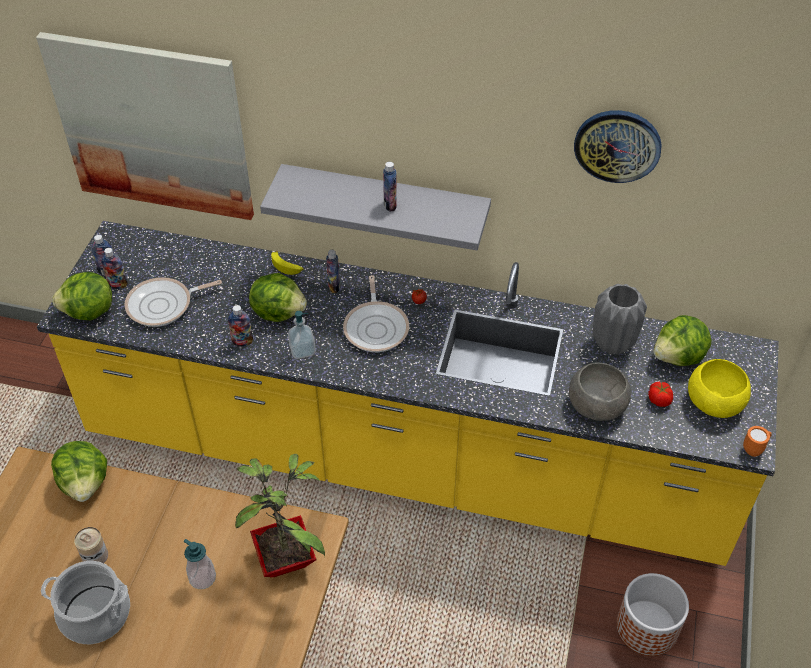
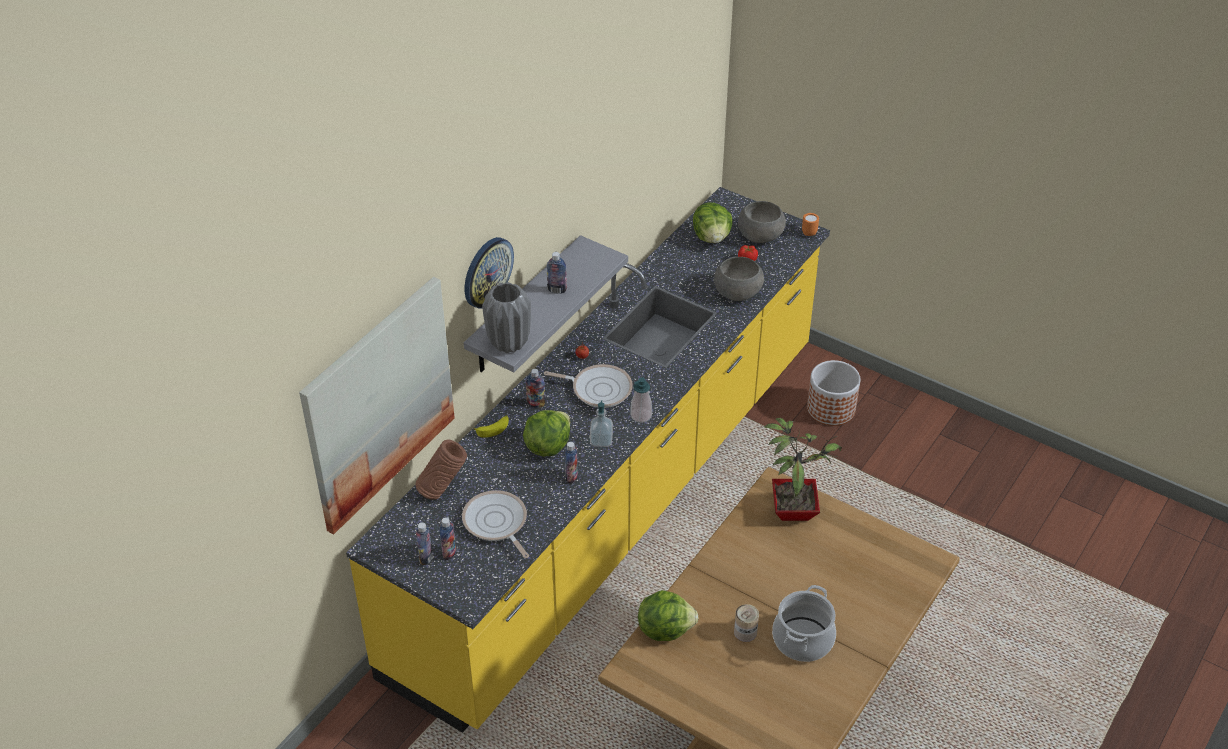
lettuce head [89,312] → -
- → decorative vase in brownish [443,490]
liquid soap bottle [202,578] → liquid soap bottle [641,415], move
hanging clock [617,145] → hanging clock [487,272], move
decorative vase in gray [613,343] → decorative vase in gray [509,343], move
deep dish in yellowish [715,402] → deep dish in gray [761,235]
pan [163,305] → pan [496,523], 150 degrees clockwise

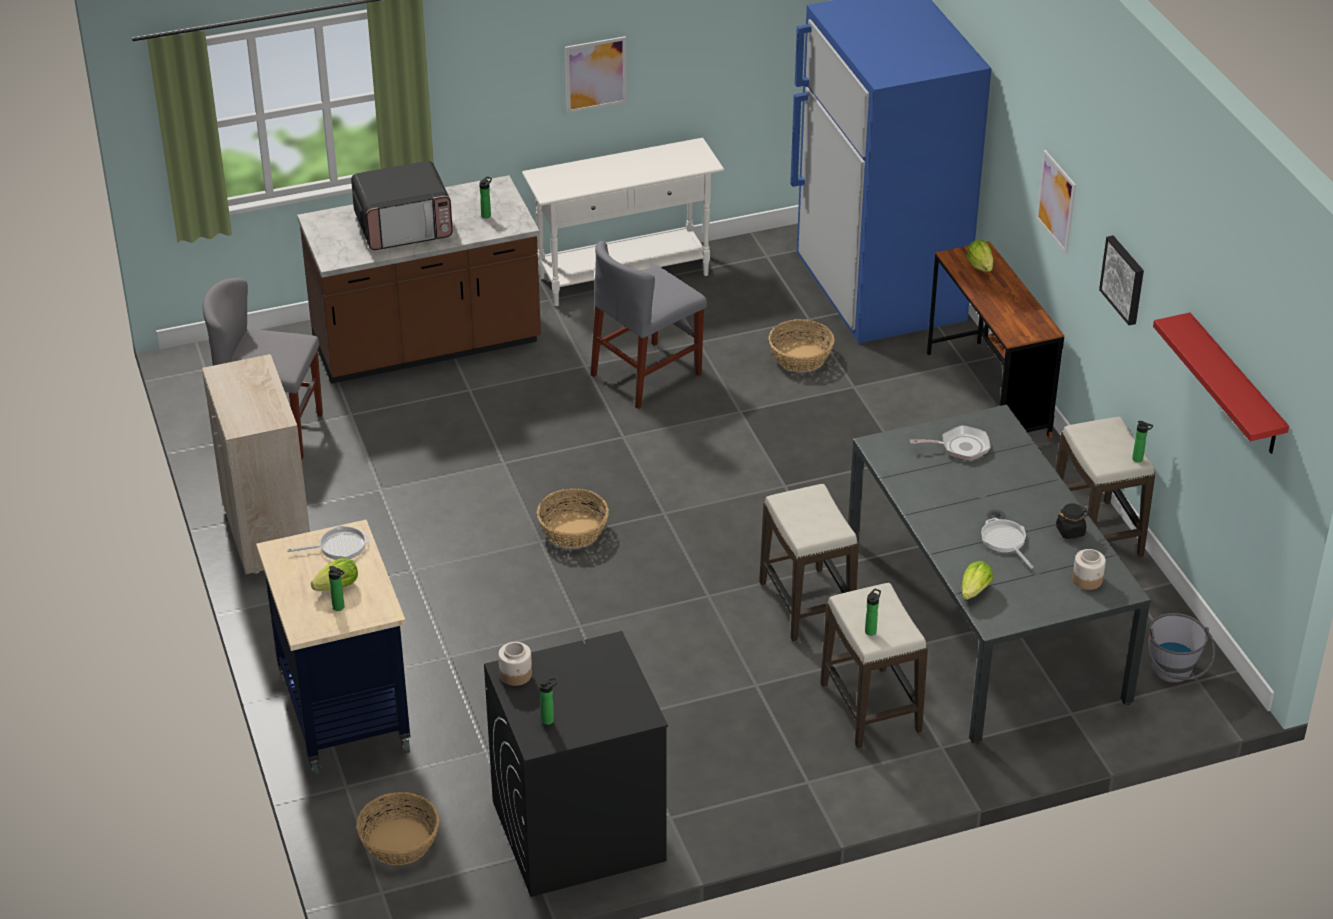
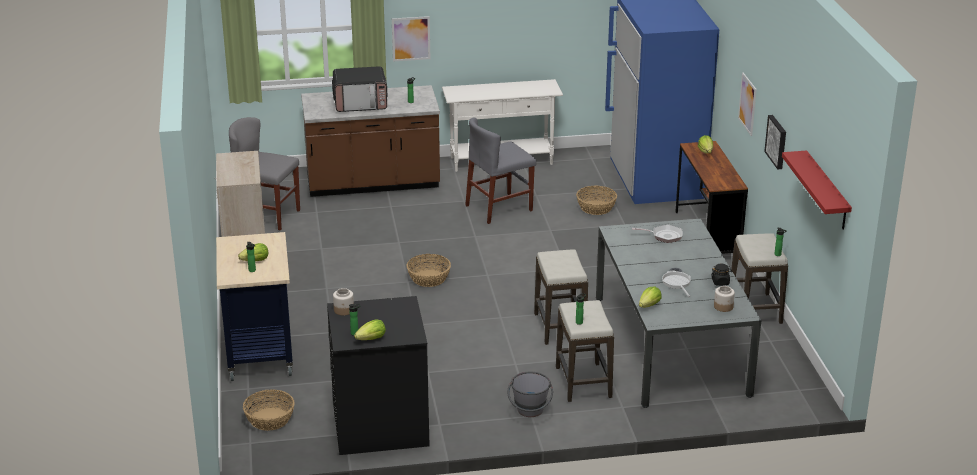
pan [339,546] → -
- → lettuce head [371,339]
wall art [595,74] → wall art [411,38], move
water bucket in gray [1174,675] → water bucket in gray [530,413], move

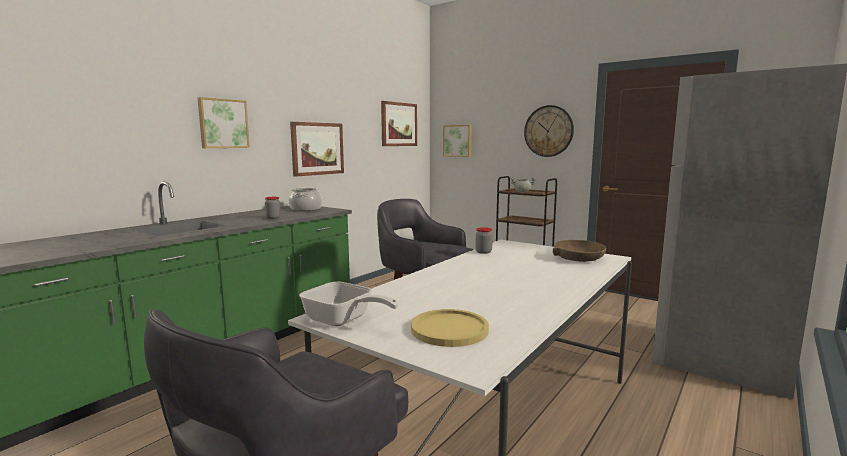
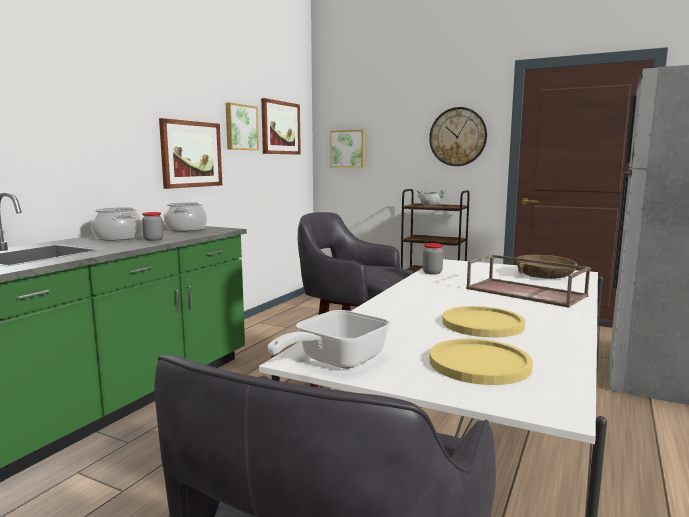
- → stockpot [118,237]
- → dinner plate in yellowish [482,324]
- → serving tray in brownish [527,292]
wall art [223,123] → wall art [240,127], move
pan [343,320] → pan [334,361], 105 degrees clockwise

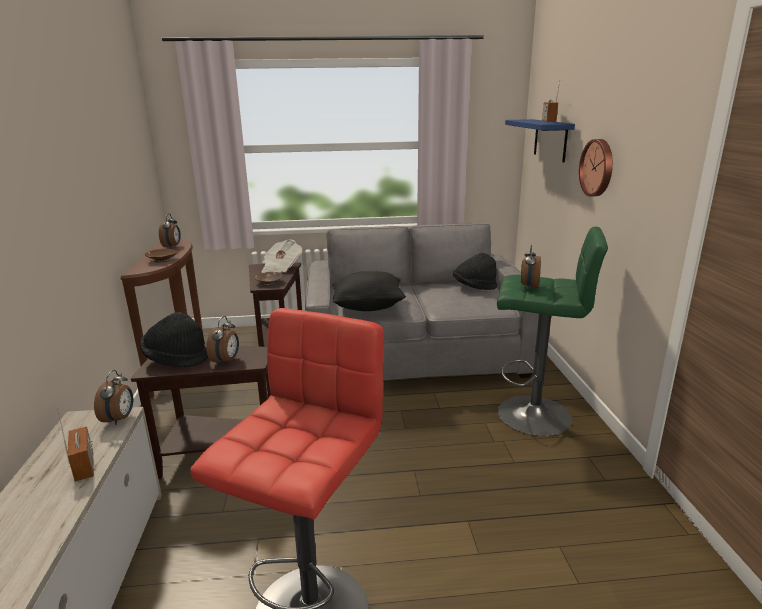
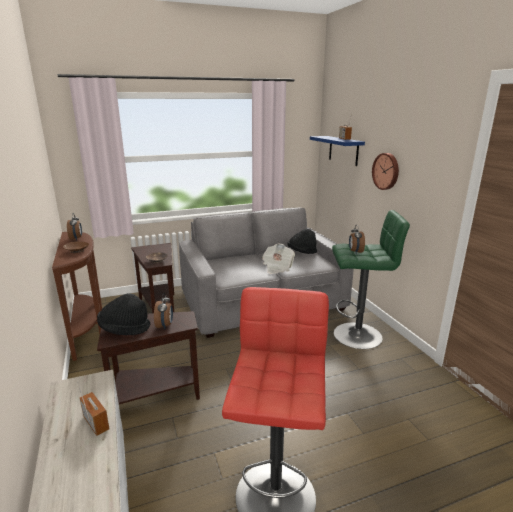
bedside clock [119,419] → -
pillow in black [368,307] → -
daily paper [281,268] → daily paper [277,267], move

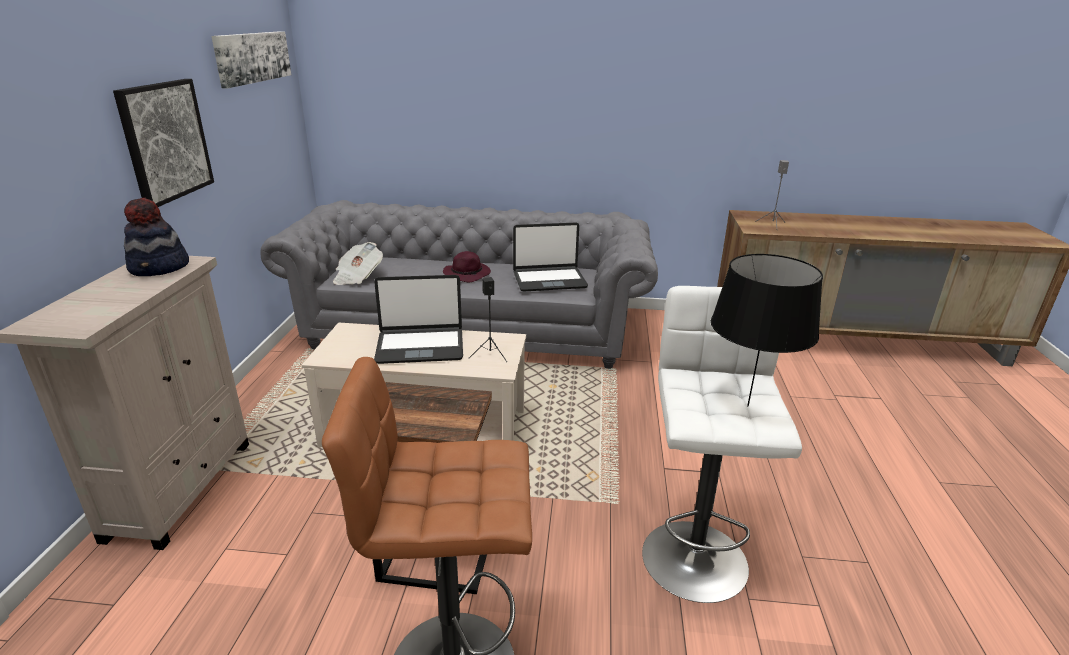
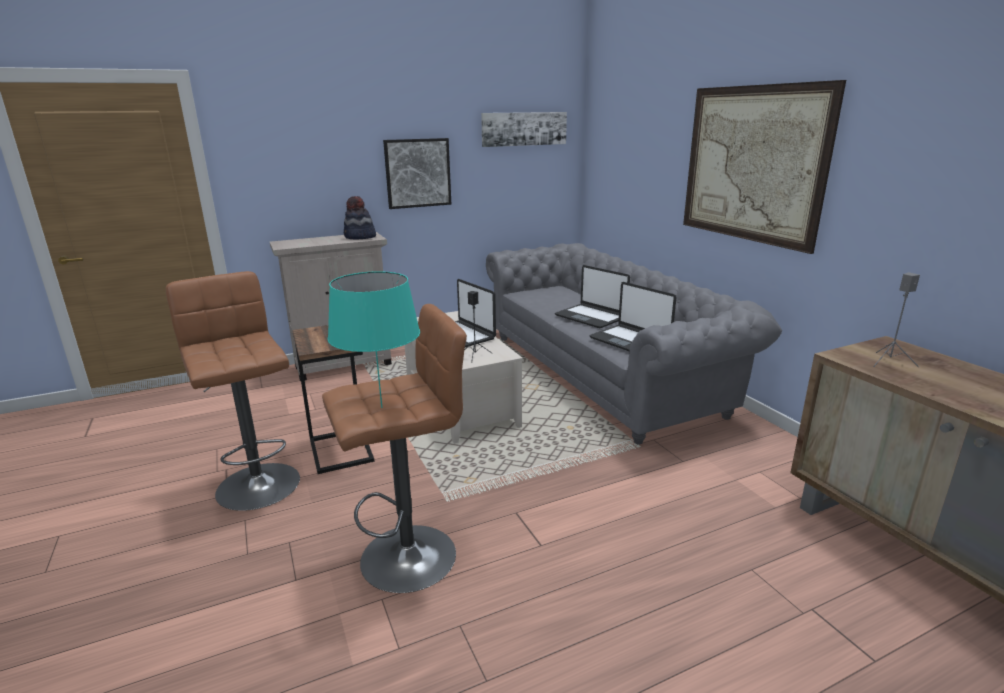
daily paper [357,277] → -
- → wall art [752,164]
clothing hat in purplish [467,274] → portable computer [591,317]
stool seat in white [695,559] → stool seat in brownish [410,558]
tabletop lamp in black [748,406] → tabletop lamp in turquoise-coloured [381,408]

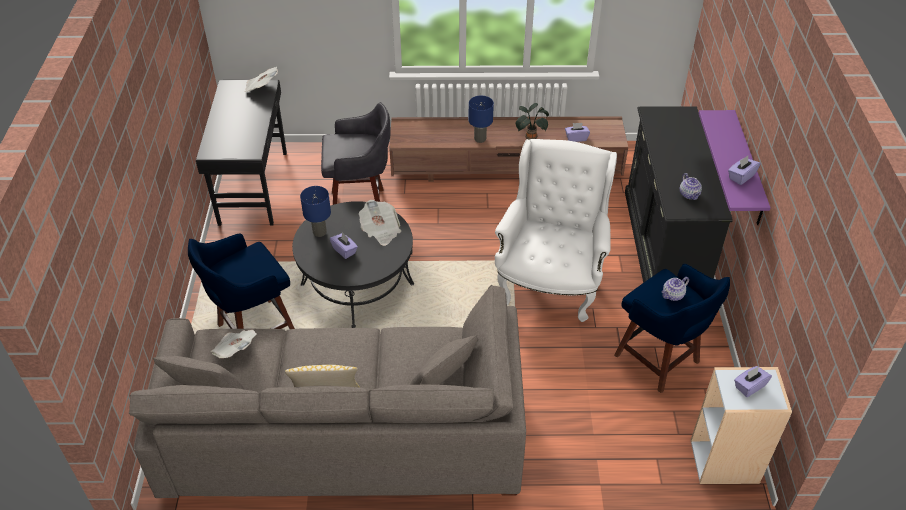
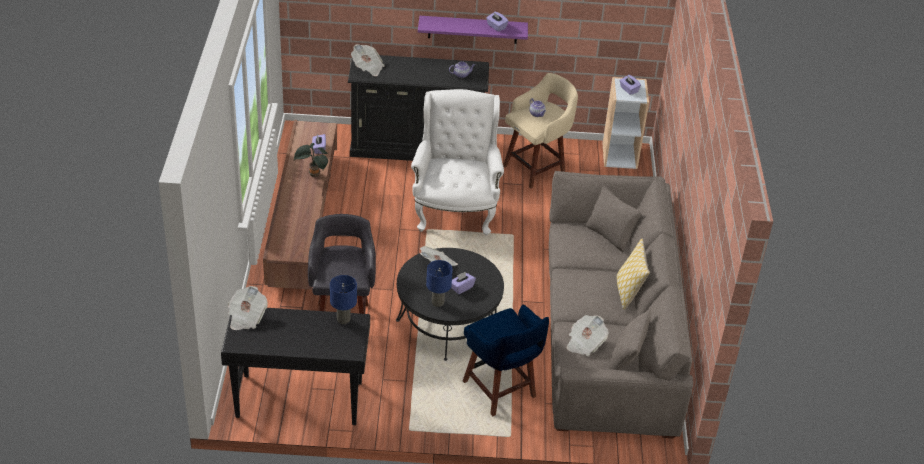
- → daily paper [367,67]
tabletop lamp in blue [479,140] → tabletop lamp in blue [344,320], move
stool seat in blue [659,361] → stool seat in beige-coloured [536,168]
lounge chair in white [550,283] → lounge chair in white [455,211], 75 degrees clockwise

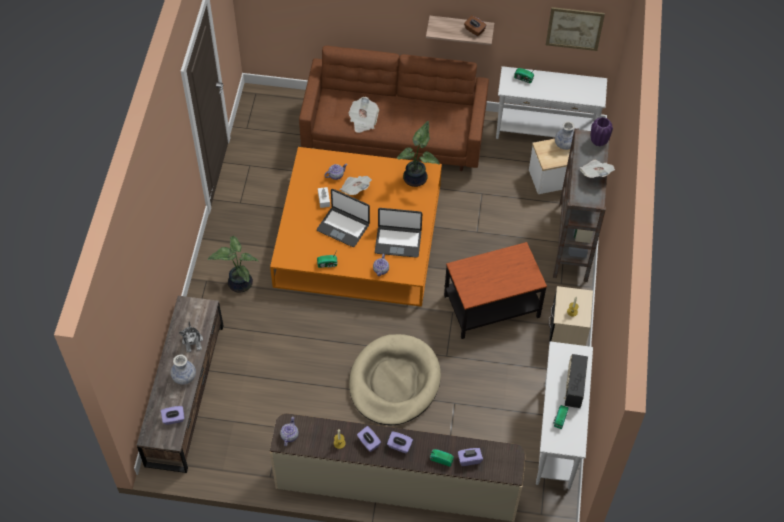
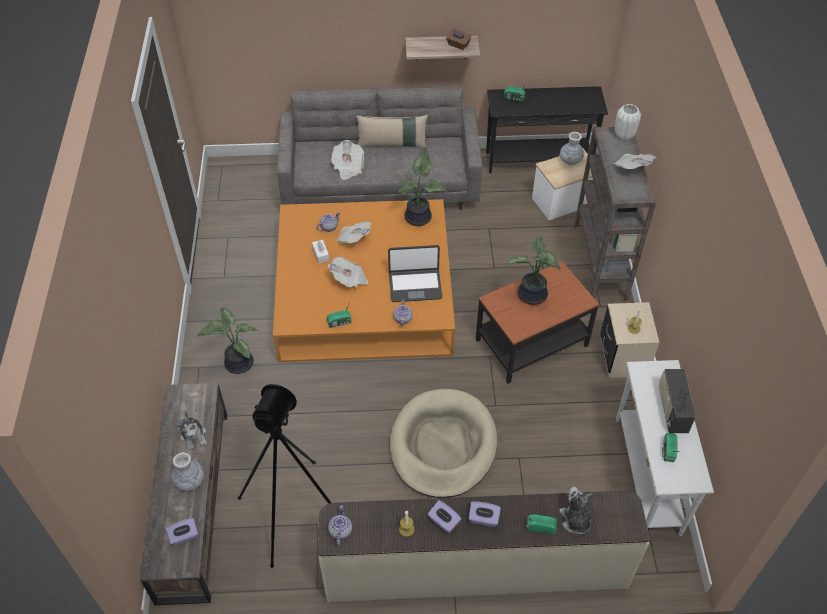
wall art [574,28] → -
- → standard lamp in black [294,513]
- → pillow in beige-coloured [392,144]
- → plant in a pot [531,296]
portable computer [343,227] → daily paper [349,279]
tissue holder in purplish [469,459] → soft toy [575,520]
couch in brownish [395,135] → couch in gray [381,185]
hall table in white [545,133] → hall table in black [539,160]
decorative vase in purplish [598,141] → decorative vase in white [624,135]

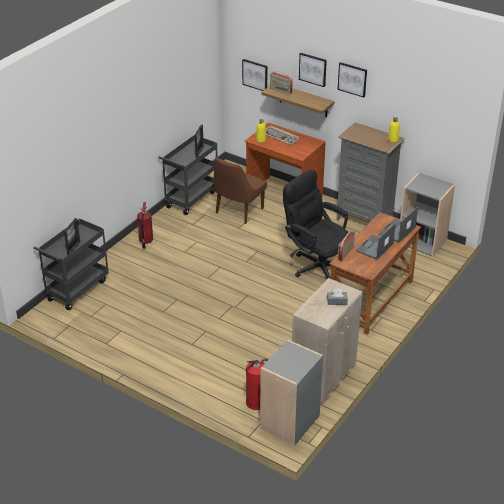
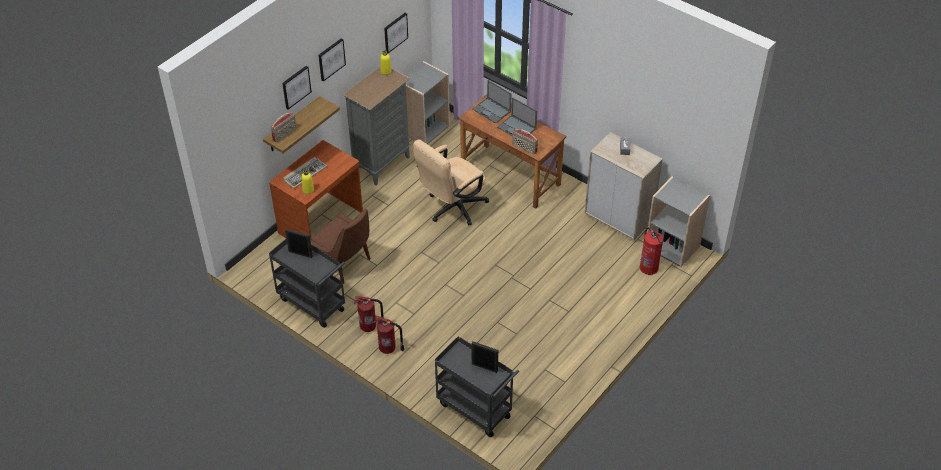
- → extinguisher [369,327]
wall art [255,74] → wall art [395,32], move
desk chair in black [316,265] → desk chair in beige-coloured [452,208]

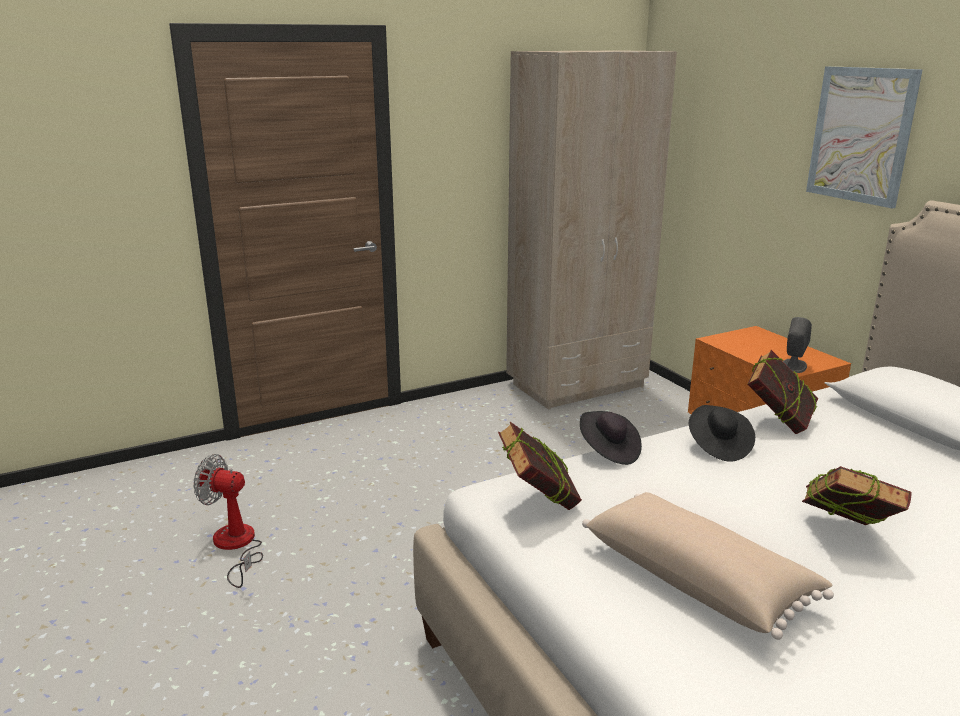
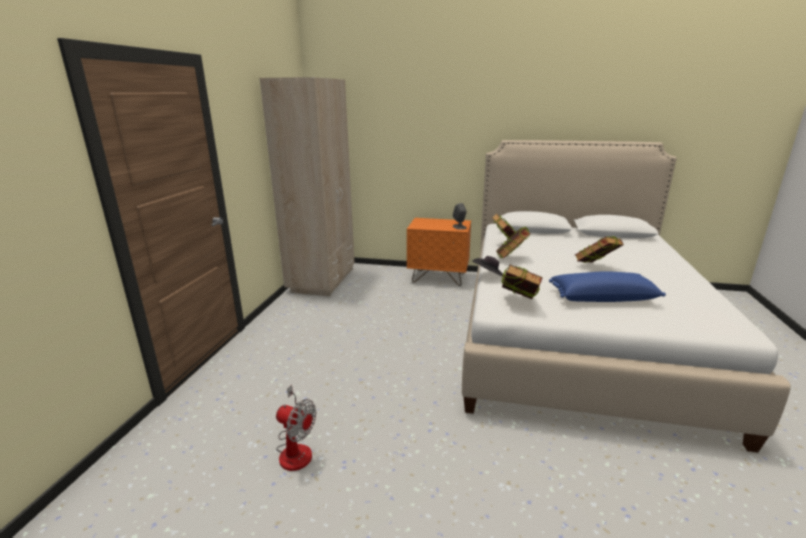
wall art [861,135] → -
clothing hat in black [718,446] → bound book [511,259]
pillow in beige-coloured [698,579] → pillow in blue [602,298]
electric fan [236,546] → electric fan [295,448], 120 degrees counterclockwise

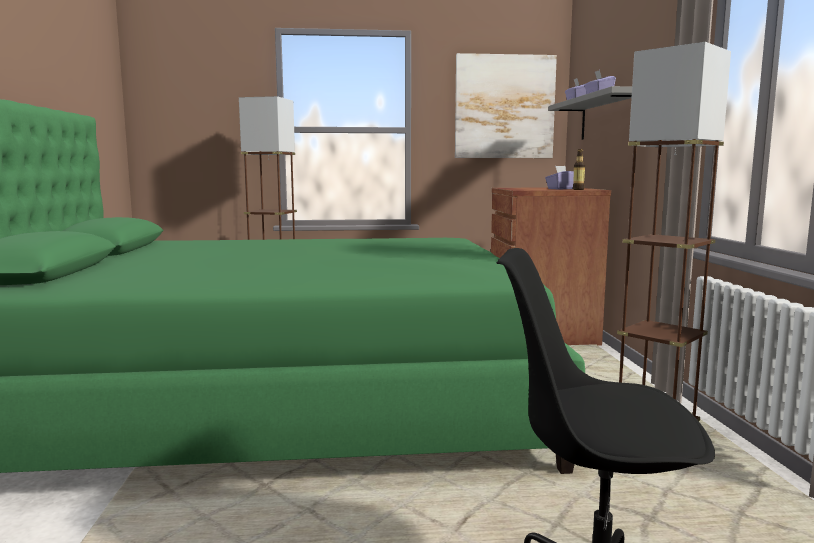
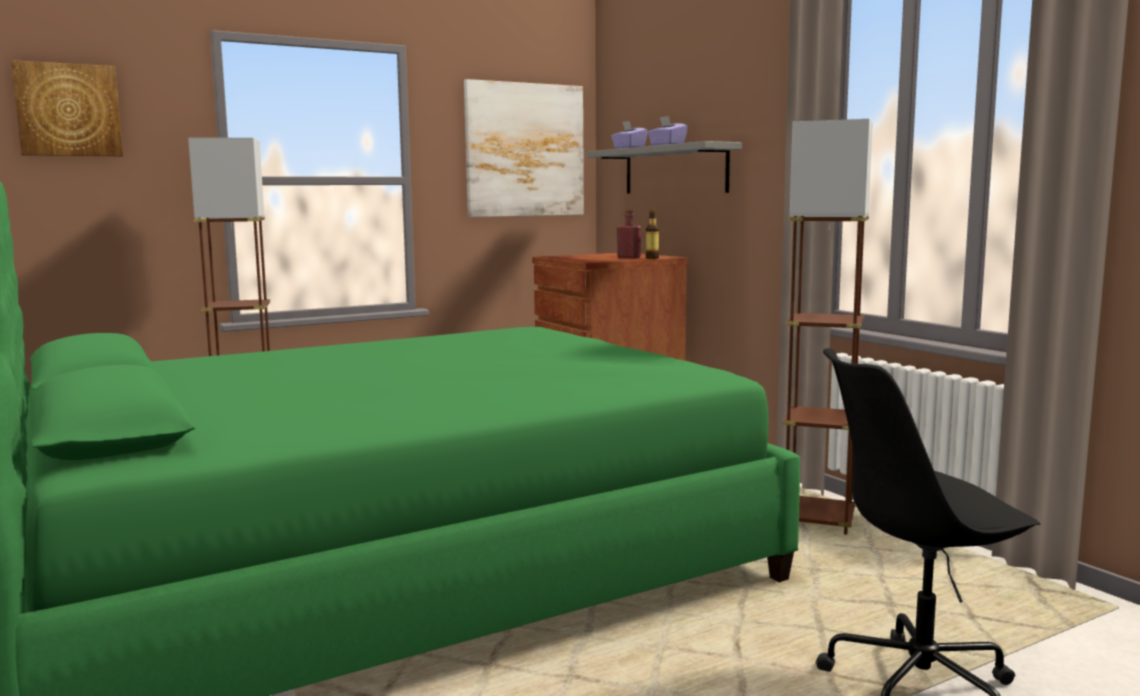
- → wall art [68,110]
tissue holder in purplish [561,189] → beverage bottle in red [628,257]

